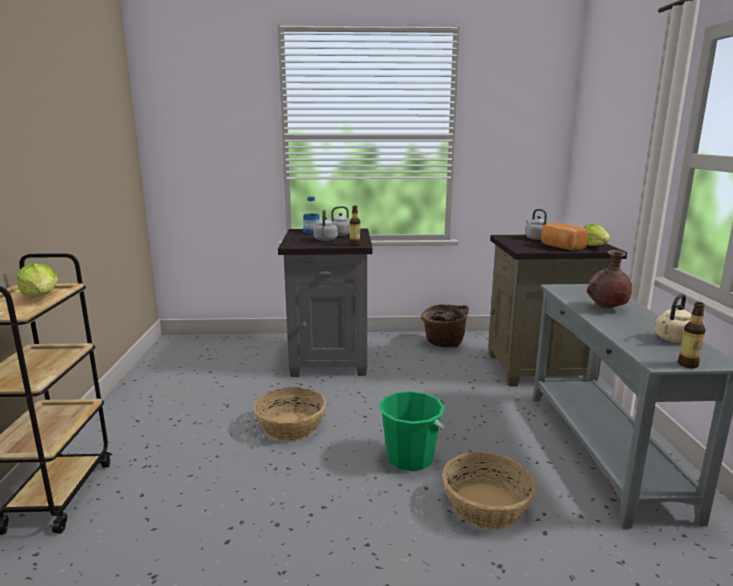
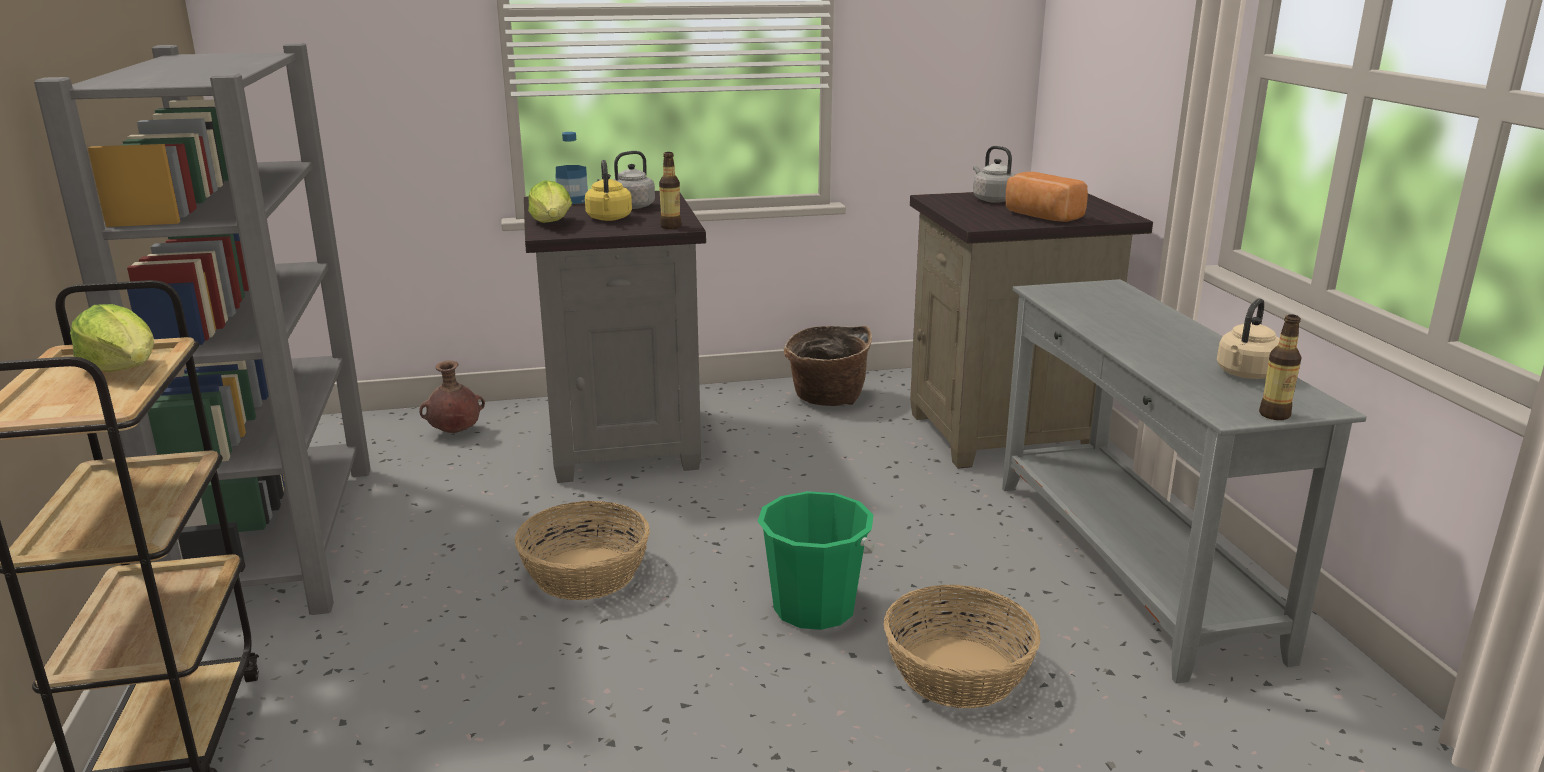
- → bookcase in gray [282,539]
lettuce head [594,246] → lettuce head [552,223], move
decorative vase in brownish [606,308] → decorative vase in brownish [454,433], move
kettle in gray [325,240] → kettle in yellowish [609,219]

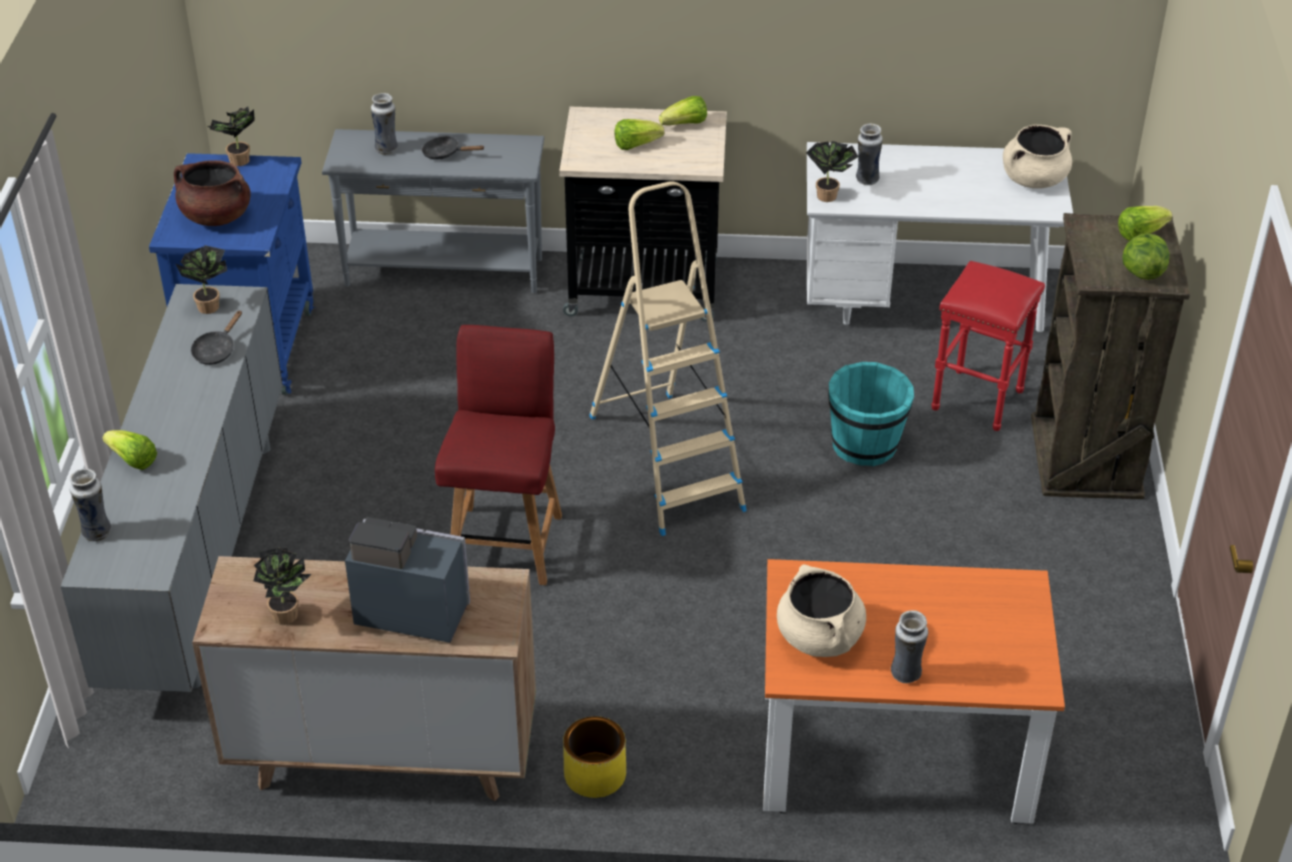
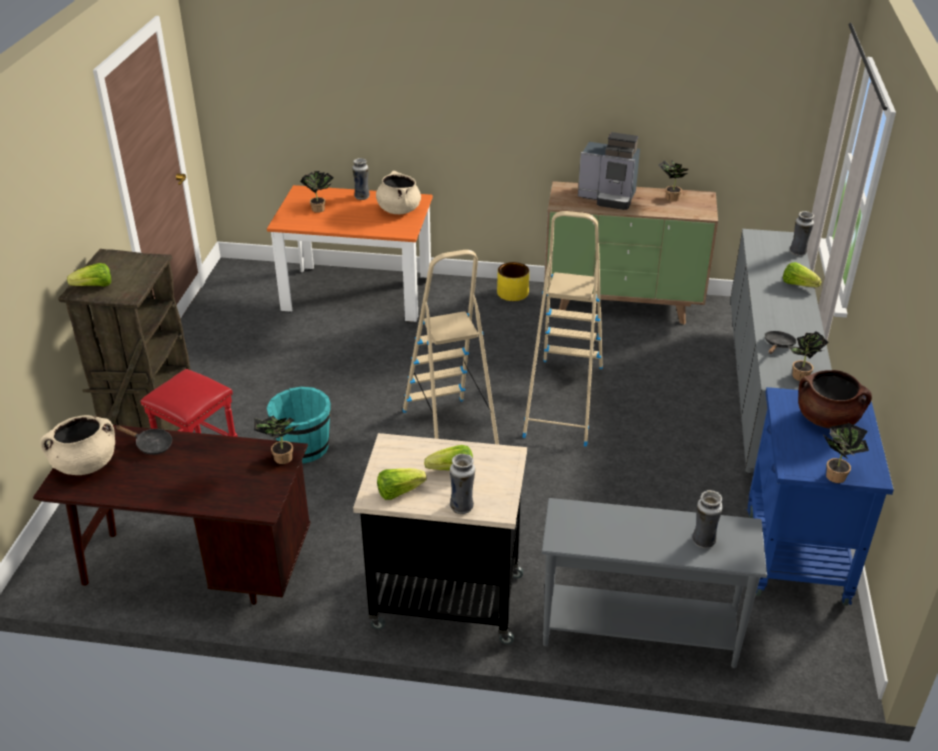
lettuce head [1142,272] → -
- → plant in a pot [319,208]
pan in black [445,153] → pan in black [151,445], move
decorative vase [866,180] → decorative vase [462,506], move
plain chair in red [506,542] → stepladder in beige-coloured [564,400]
desk unit in white [923,302] → desk unit in brownish [195,569]

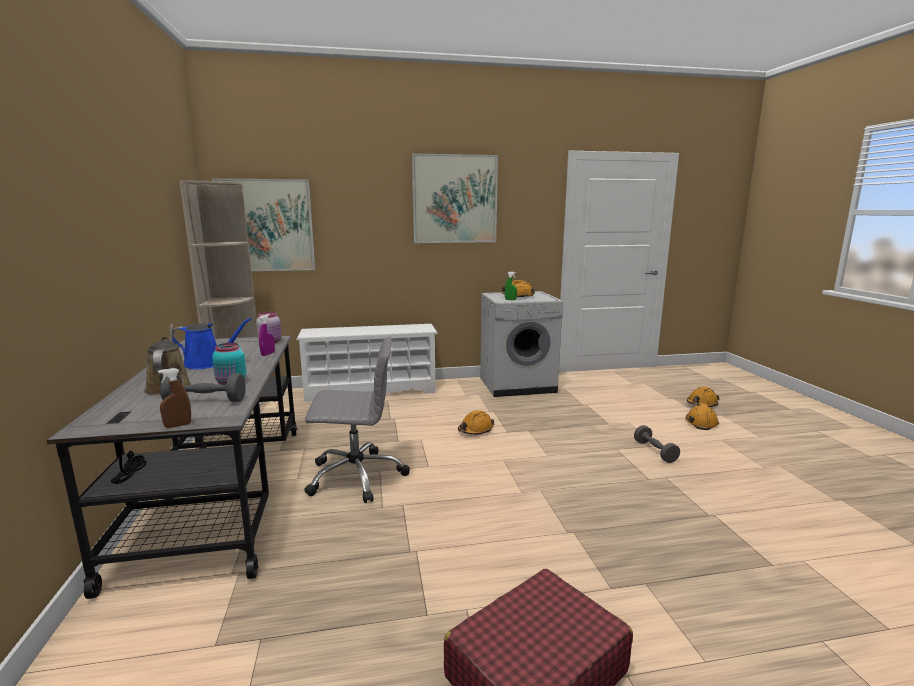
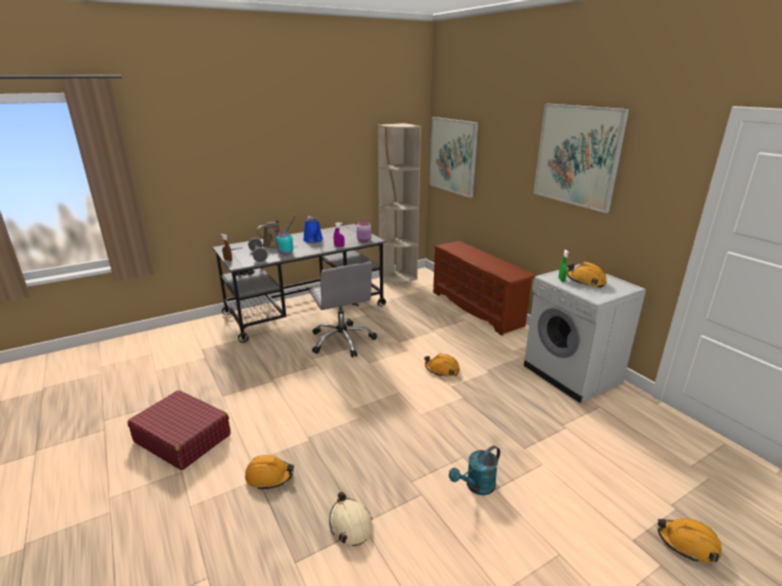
- → hard hat in beige-coloured [350,524]
hard hat in orange [701,422] → hard hat in orange [269,476], move
dumbbell in gray [655,452] → sprinkling can in turquoise-coloured [476,487]
shoe stand in white [371,390] → shoe stand in brownish [477,308]

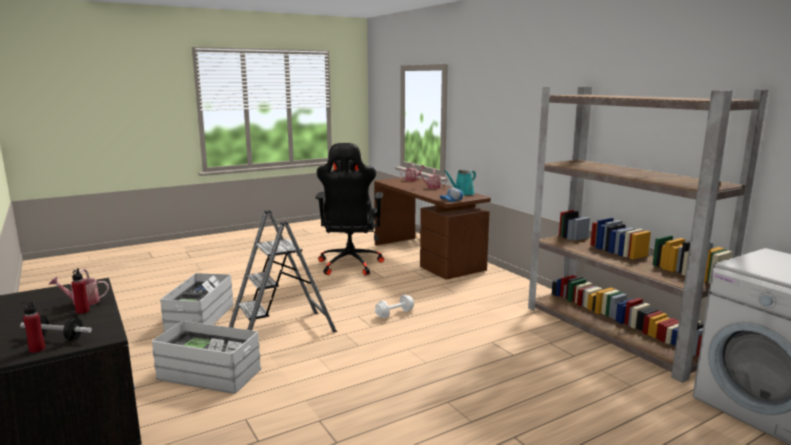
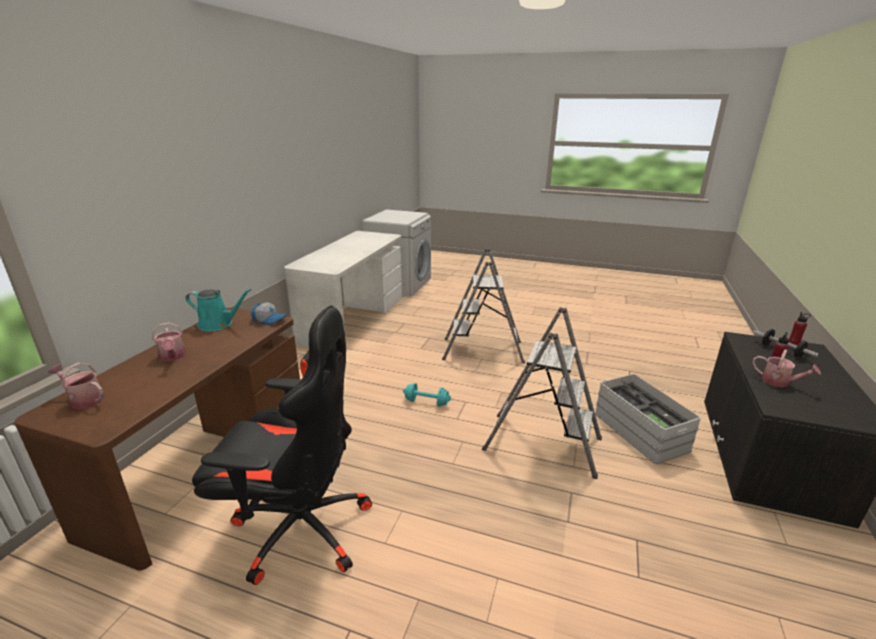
storage bin in gray [199,317] → -
- → stepladder in gray [484,350]
bookcase in brownish [615,333] → desk unit in white [353,319]
dumbbell in white [394,314] → dumbbell in turquoise-coloured [426,402]
desk chair in black [350,263] → desk chair in black [292,528], 45 degrees clockwise

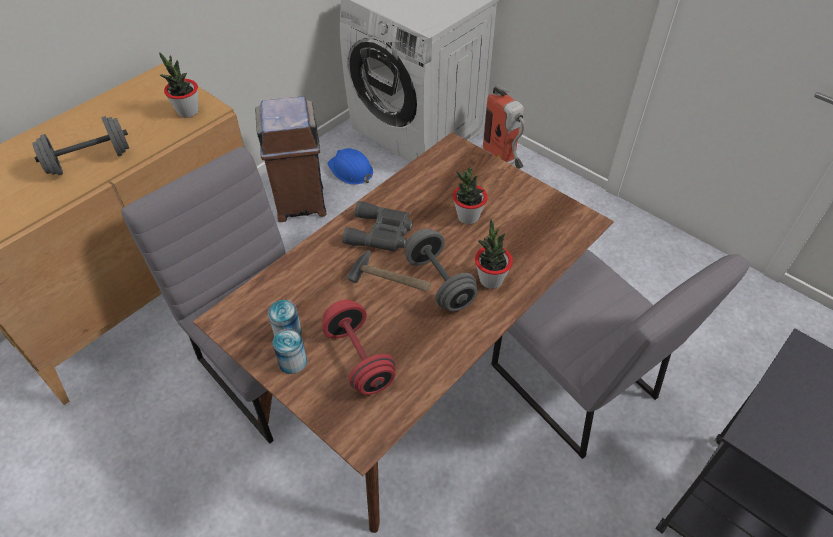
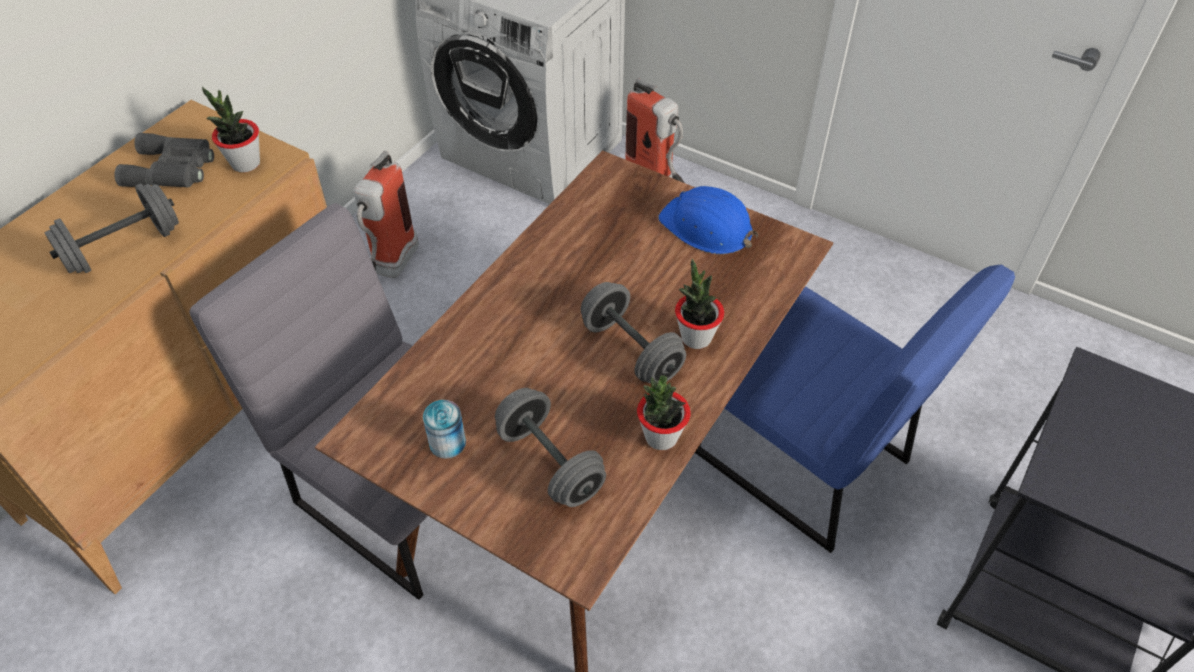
can [292,361] → -
hand hammer [387,295] → -
hard hat in blue [351,170] → hard hat in blue [707,227], move
binoculars in gray [381,233] → binoculars in gray [172,170], move
plant in a pot [468,217] → plant in a pot [661,437], move
trash can in brownish [300,202] → extinguisher [391,268]
dumbbell in red [359,359] → dumbbell in gray [550,463]
plain chair in gray [576,385] → plain chair in blue [805,460]

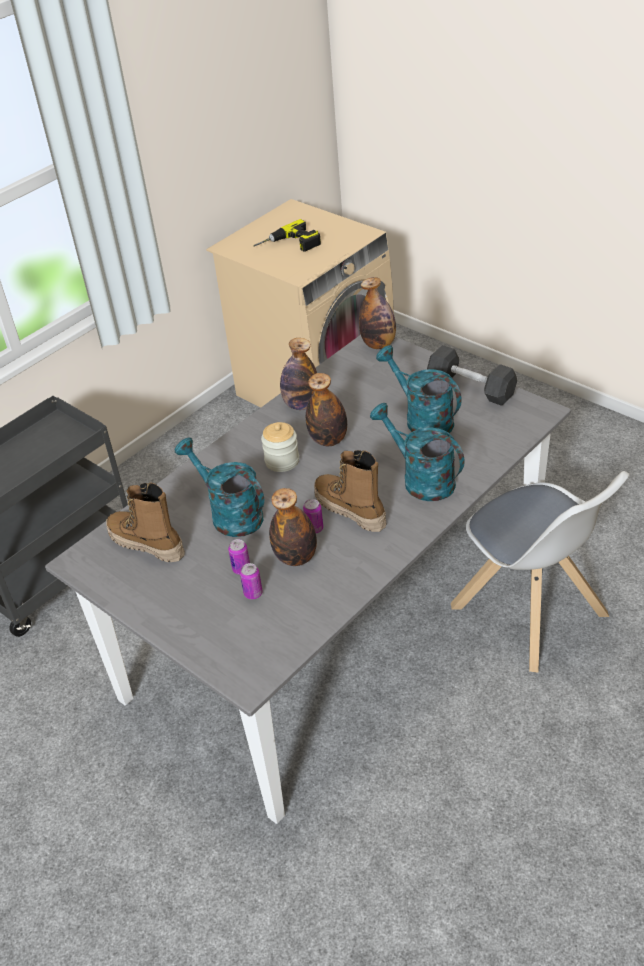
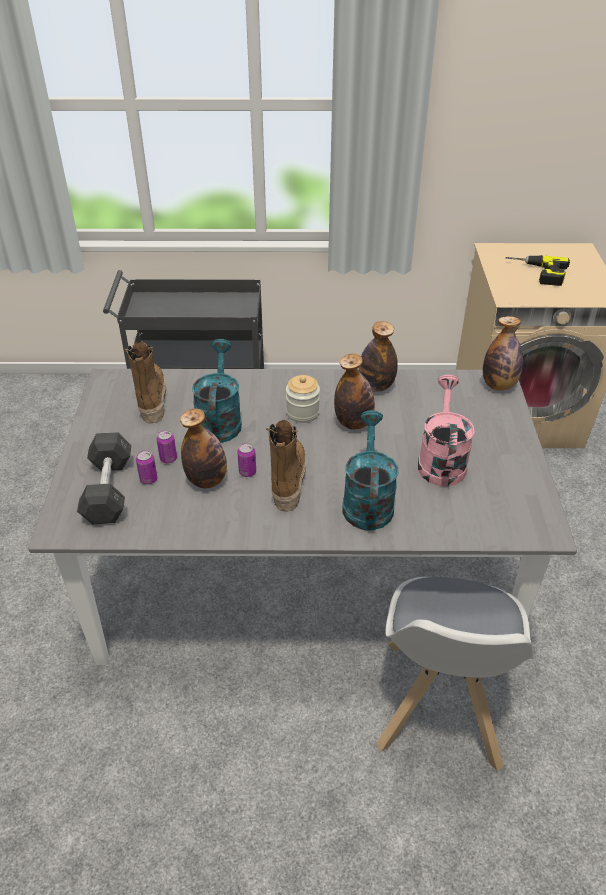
dumbbell in gray [471,388] → dumbbell in gray [108,490], move
sprinkling can in turquoise-coloured [422,419] → sprinkling can in pink [441,460]

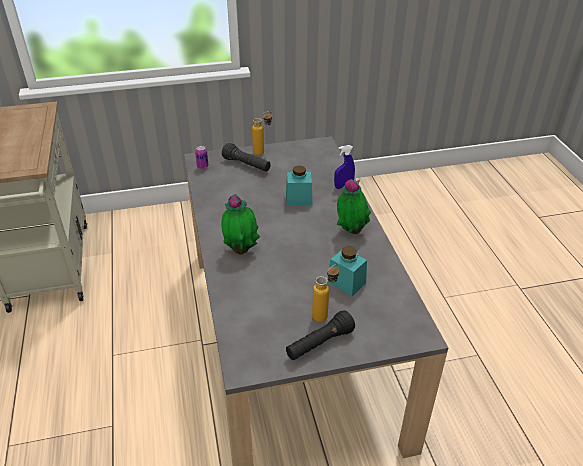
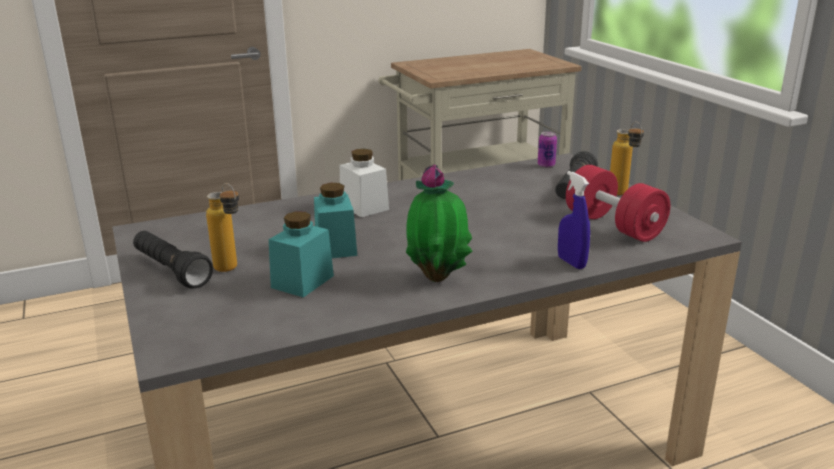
- → dumbbell in red [614,225]
jar in turquoise-coloured [299,199] → jar in turquoise-coloured [335,247], move
plant in a pot [241,250] → jar in white [364,207]

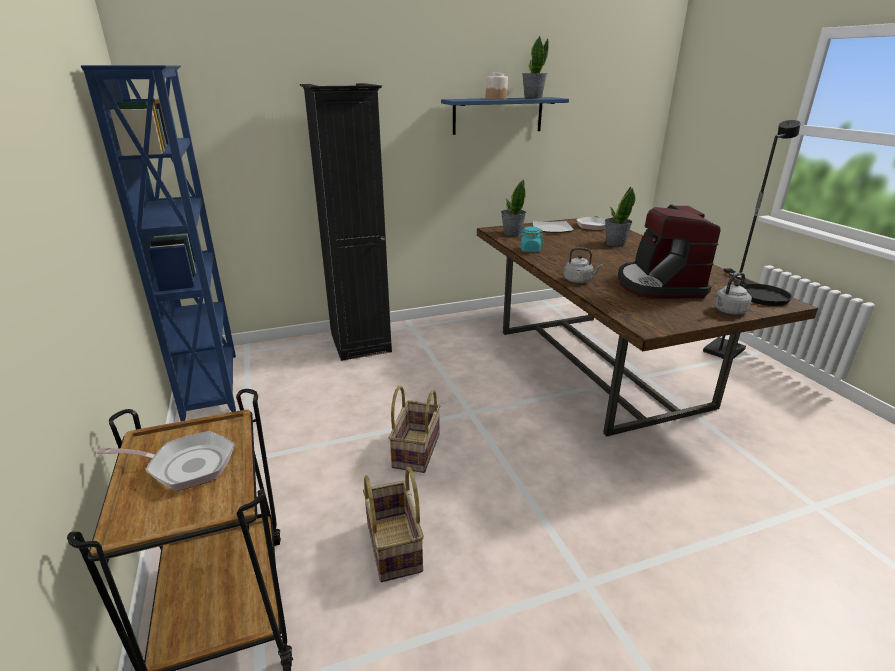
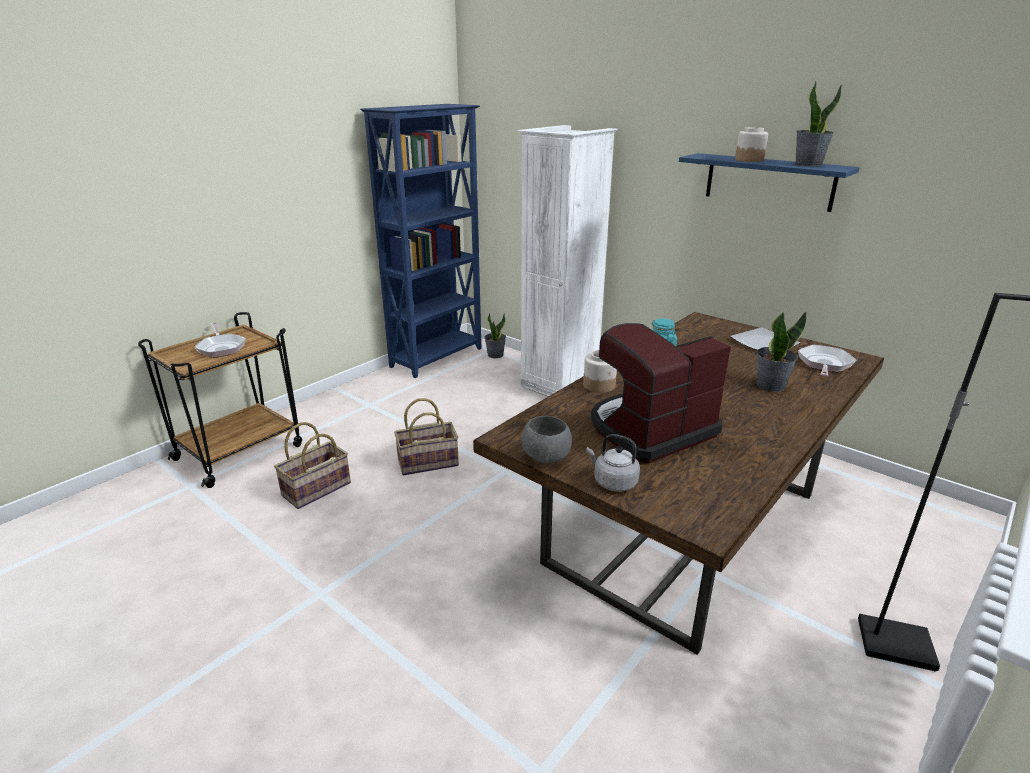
pan in black [757,293] → -
- → deep dish in gray [545,458]
plant in a pot [512,234] → plant in a pot [495,355], move
kettle in gray [579,280] → jar [599,385]
cabinet in black [361,343] → cabinet in white [559,384]

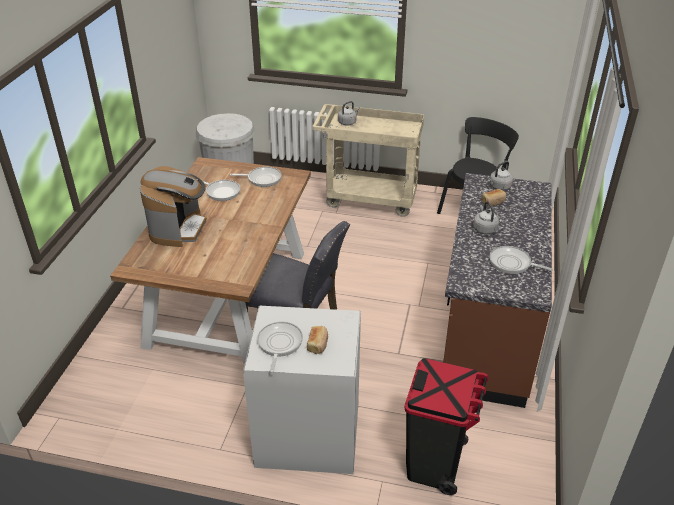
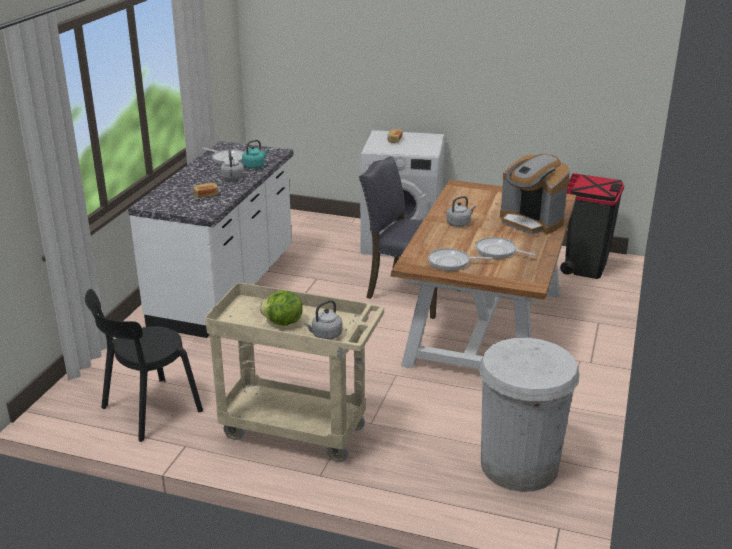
pan [279,344] → -
- → kettle in turquoise-coloured [255,166]
- → lettuce head [283,323]
trash can in black [435,463] → trash can in black [584,266], move
kettle in gray [499,187] → kettle in gray [459,223], move
counter in brownish [486,331] → counter in white [226,289]
coffee machine [178,229] → coffee machine [531,222], 60 degrees counterclockwise

